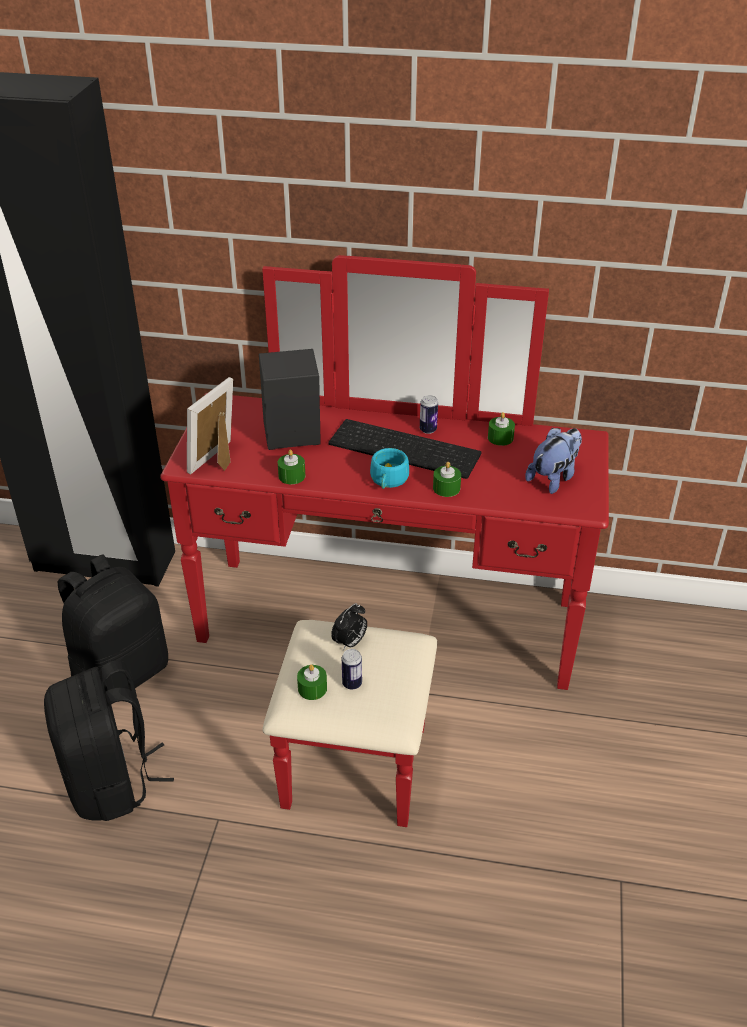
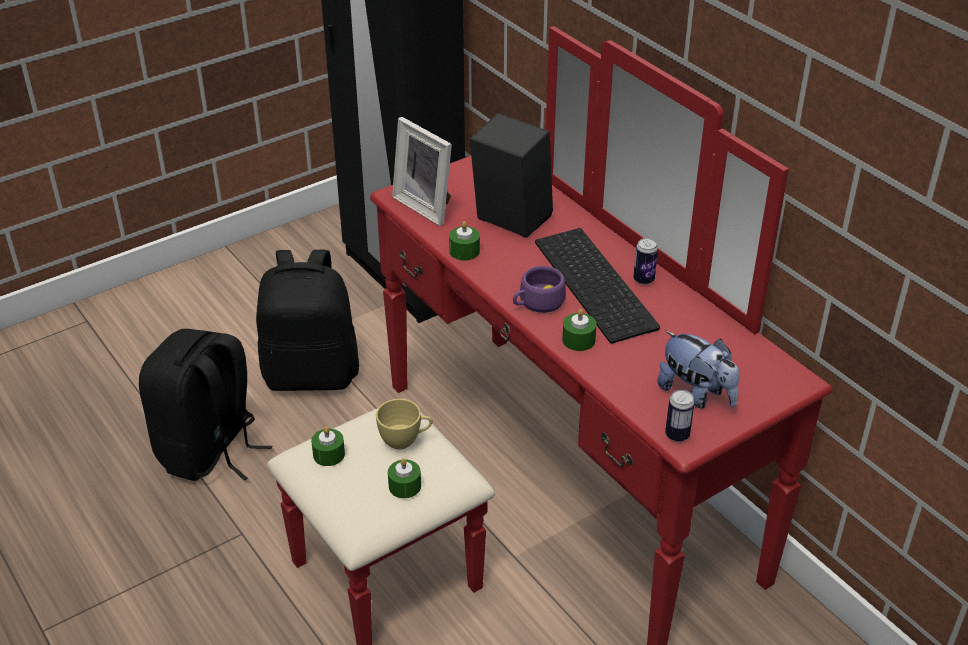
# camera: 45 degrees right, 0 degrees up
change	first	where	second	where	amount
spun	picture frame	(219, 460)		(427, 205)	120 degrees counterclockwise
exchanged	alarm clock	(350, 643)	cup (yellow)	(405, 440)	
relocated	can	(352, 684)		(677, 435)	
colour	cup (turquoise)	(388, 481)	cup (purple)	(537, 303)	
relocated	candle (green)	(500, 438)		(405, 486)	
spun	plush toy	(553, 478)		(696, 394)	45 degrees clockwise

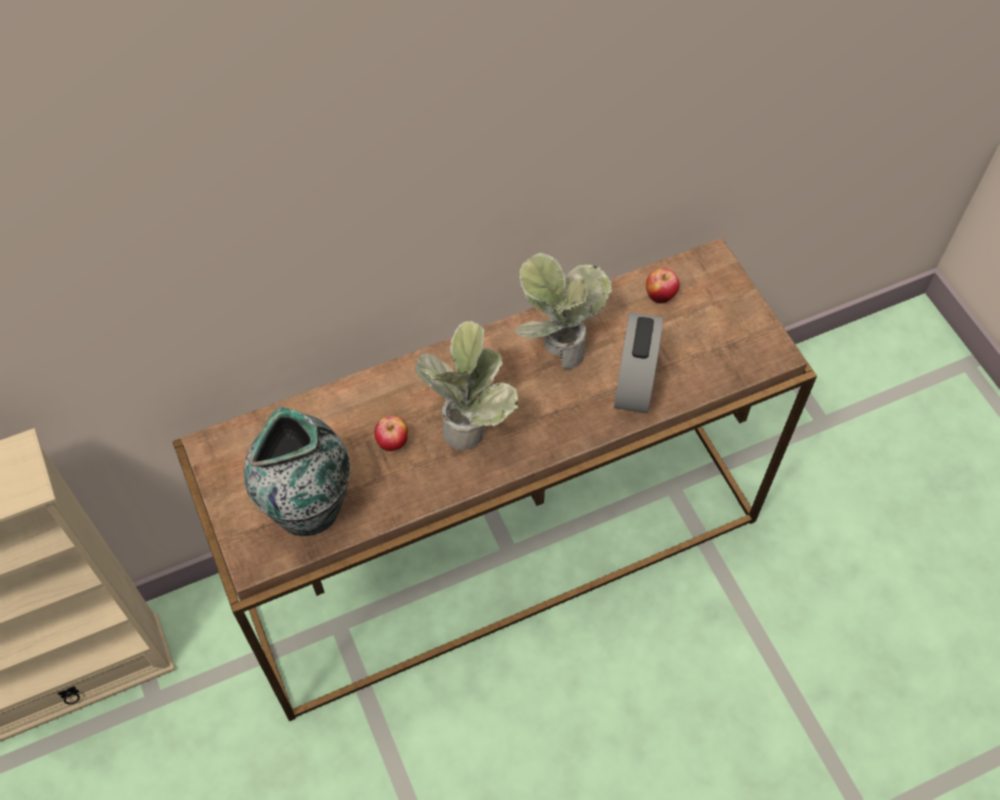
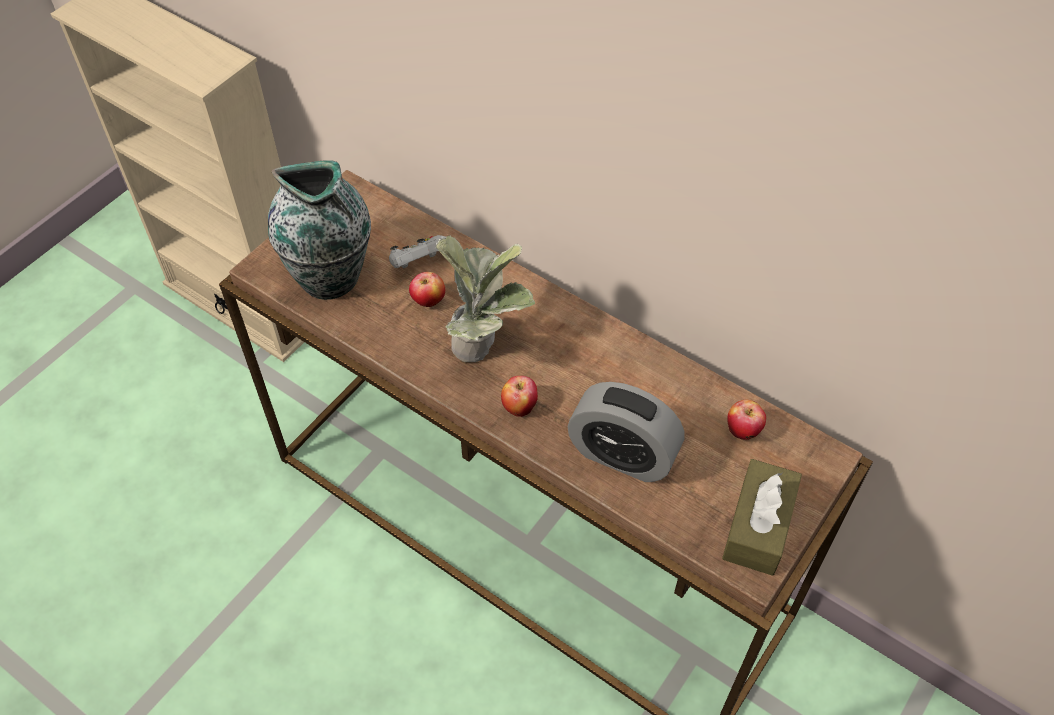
# camera: 60 degrees right, 5 degrees down
change	first	where	second	where	amount
missing	potted plant	(555, 347)			
spun	alarm clock	(634, 382)		(622, 455)	135 degrees counterclockwise
appeared			game controller (white)	(419, 263)	
appeared			apple	(519, 407)	
appeared			tissue box (brown)	(758, 526)	

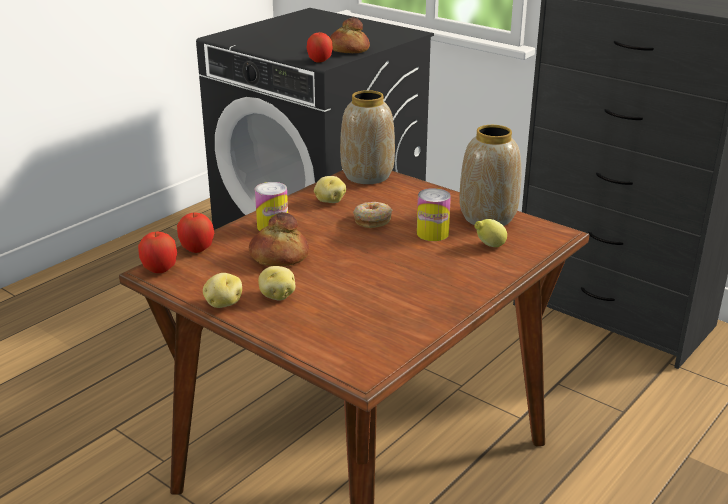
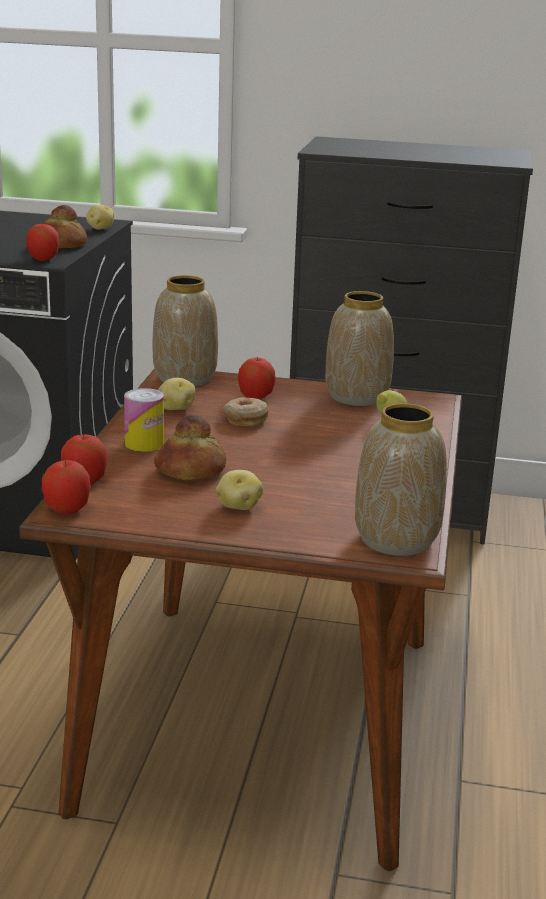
# camera: 30 degrees left, 5 degrees down
change	first	where	second	where	amount
relocated	potato	(223, 304)		(100, 229)	
missing	can	(432, 233)			
appeared			apple	(255, 397)	
appeared			vase	(397, 540)	

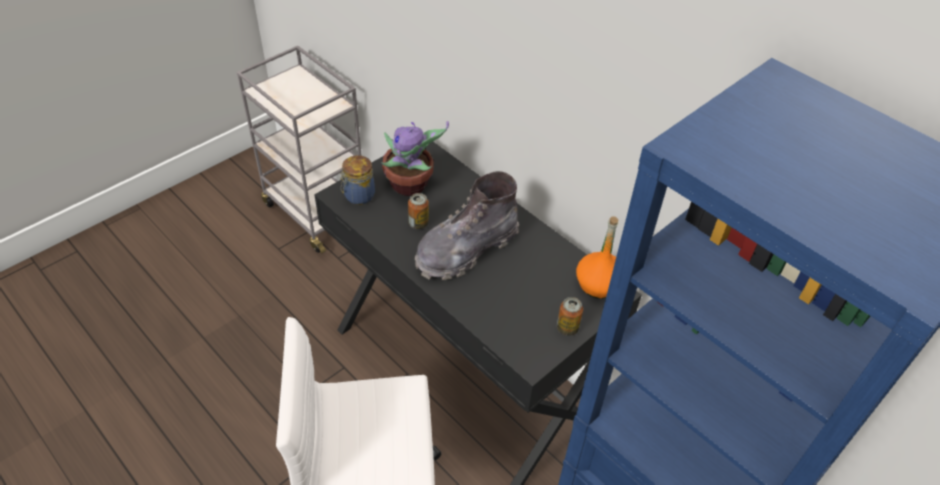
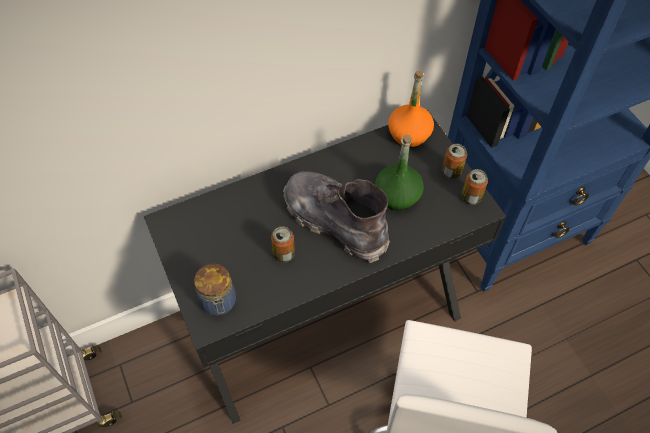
# camera: 70 degrees left, 10 degrees up
change	first	where	second	where	amount
missing	potted plant	(410, 186)			
spun	boot (grey)	(466, 250)		(335, 222)	150 degrees clockwise
appeared			bottle (green)	(397, 196)	
appeared			can	(471, 197)	

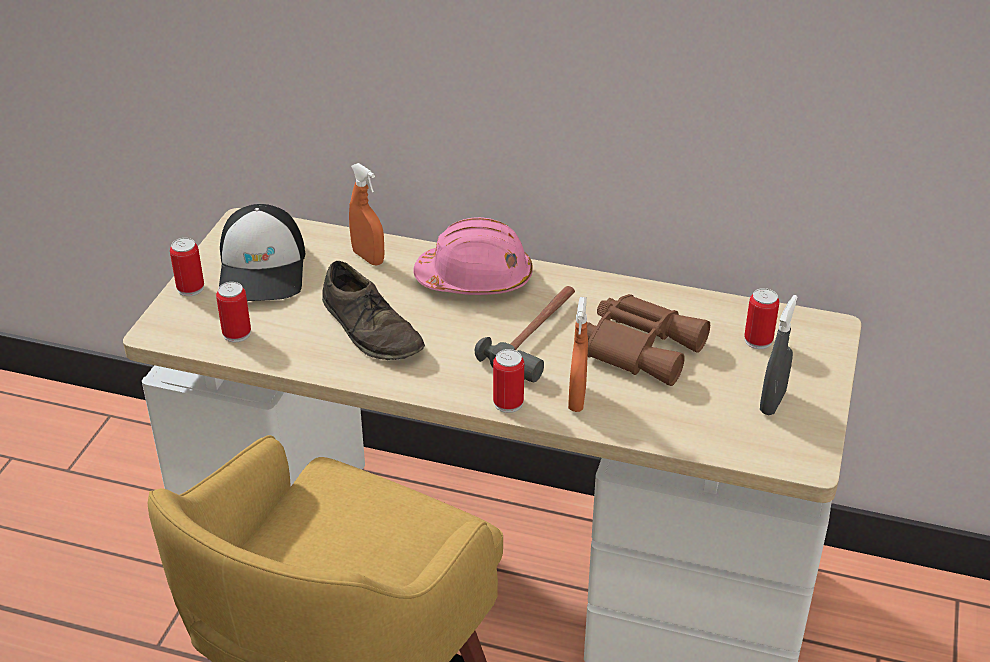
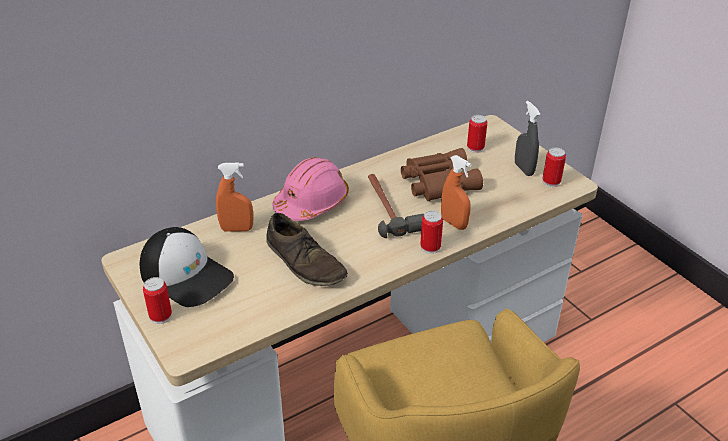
# camera: 50 degrees left, 0 degrees up
change	first	where	second	where	amount
relocated	can	(237, 333)		(551, 182)	
spun	shoe (brown)	(371, 329)		(305, 262)	45 degrees clockwise

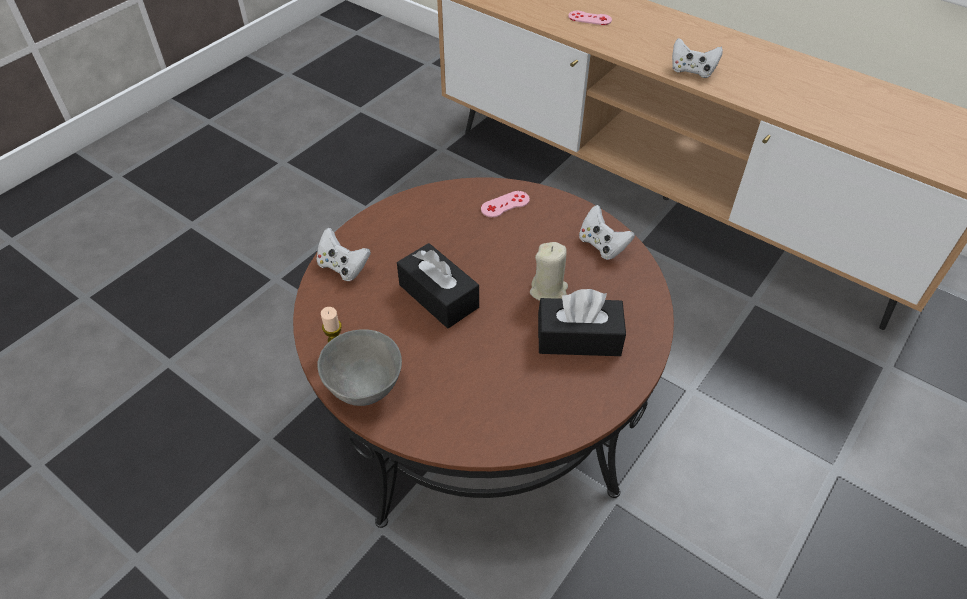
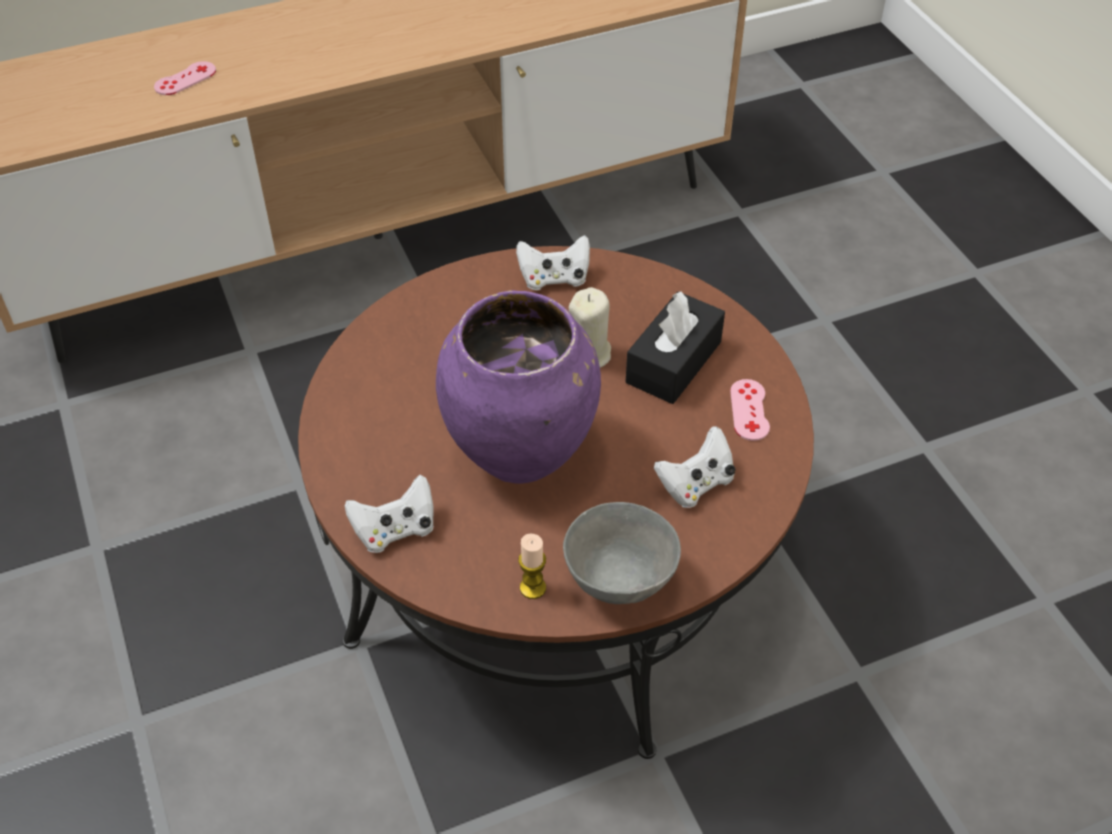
# camera: 60 degrees left, 0 degrees up
change	first	where	second	where	amount
exchanged	tissue box (black)	(438, 296)	vase (purple)	(521, 454)	
relocated	game controller (pink)	(505, 204)		(749, 410)	
relocated	game controller (white)	(692, 71)		(695, 484)	

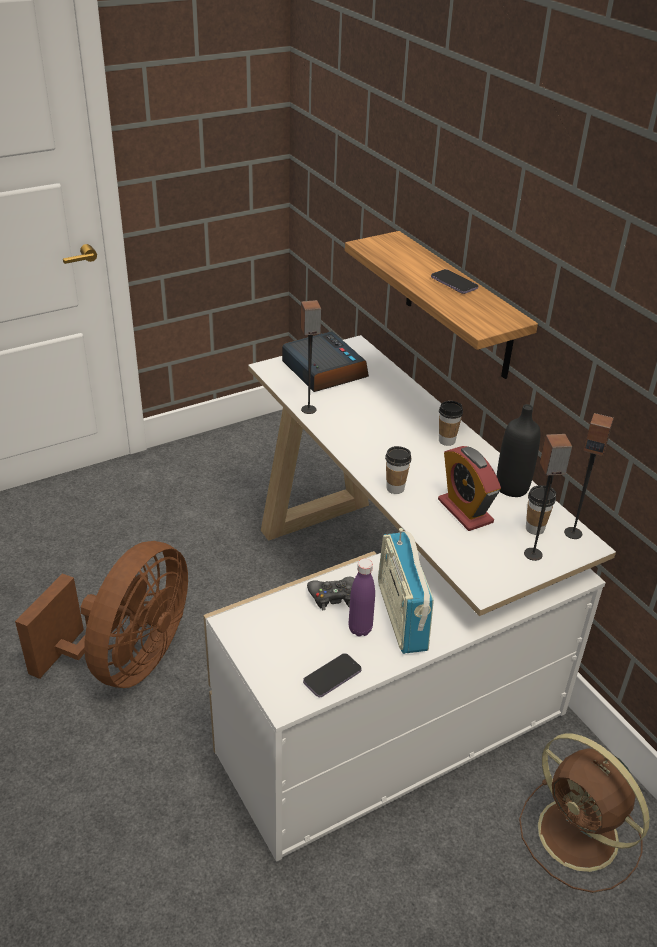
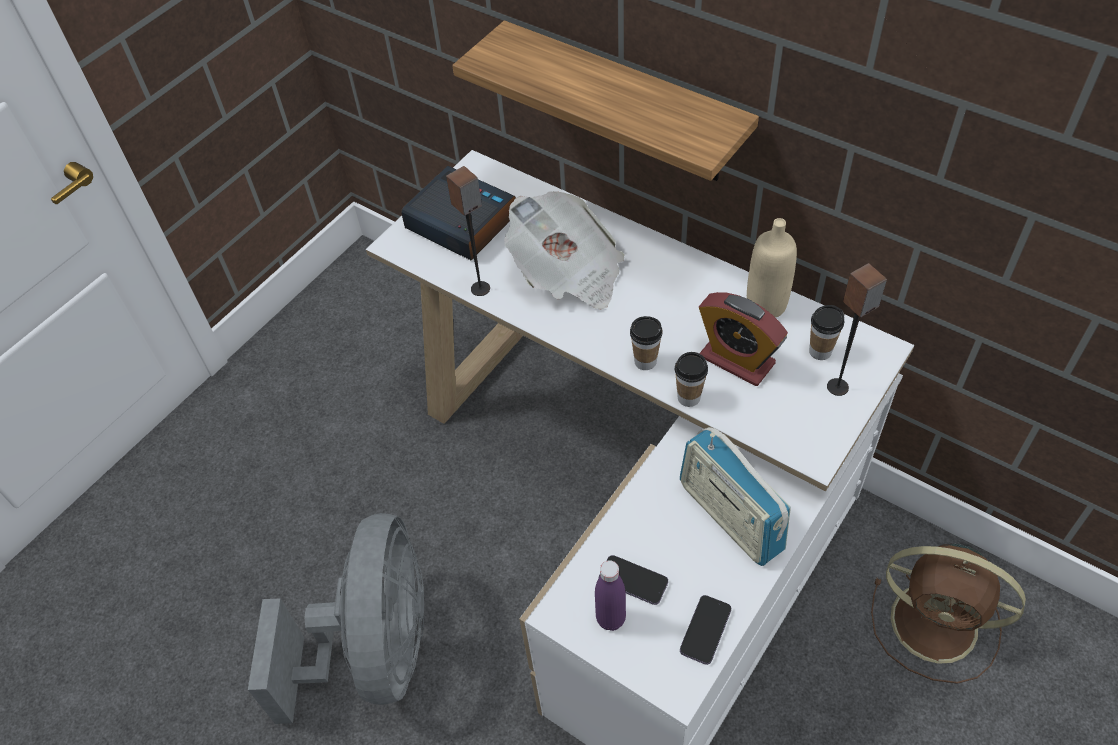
# camera: 20 degrees left, 15 degrees up
change	first	where	second	where	amount
colour	fan (brown)	(126, 661)	fan (grey)	(376, 651)	
missing	game controller (black)	(333, 597)			
relocated	bottle (purple)	(360, 629)		(610, 618)	
relocated	phone	(454, 283)		(633, 581)	
relocated	cup	(447, 441)		(688, 397)	
colour	bottle (black)	(512, 487)	bottle (beige)	(766, 305)	
missing	speaker	(573, 533)			
appeared			newspaper	(568, 273)	

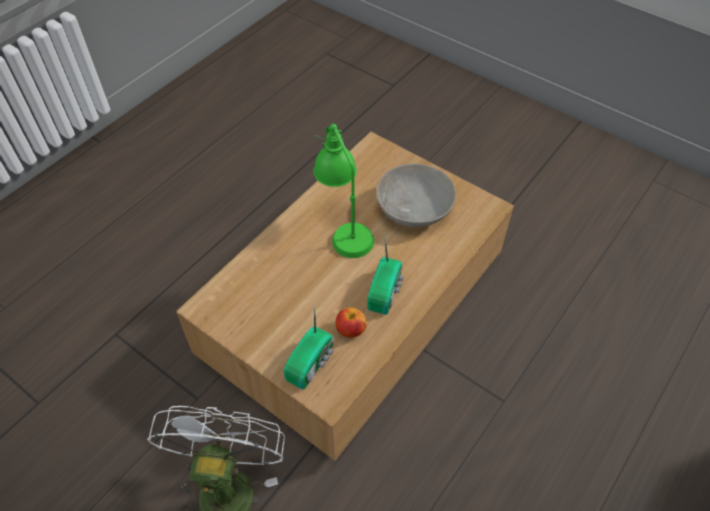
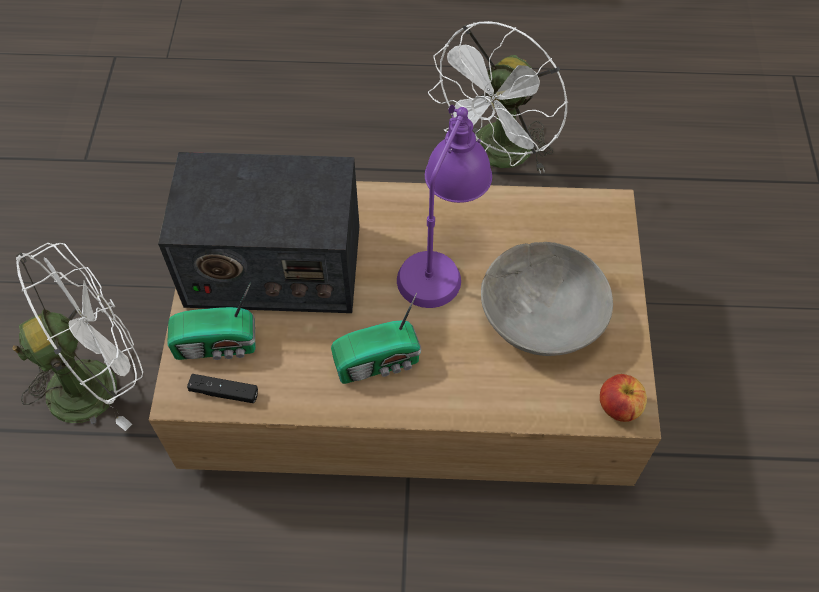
# camera: 55 degrees right, 5 degrees up
change	first	where	second	where	amount
colour	table lamp (green)	(343, 228)	table lamp (purple)	(440, 258)	
relocated	apple	(350, 330)		(618, 407)	
appeared			radio	(272, 265)	
appeared			game controller (black)	(224, 392)	
appeared			fan (white)	(497, 157)	

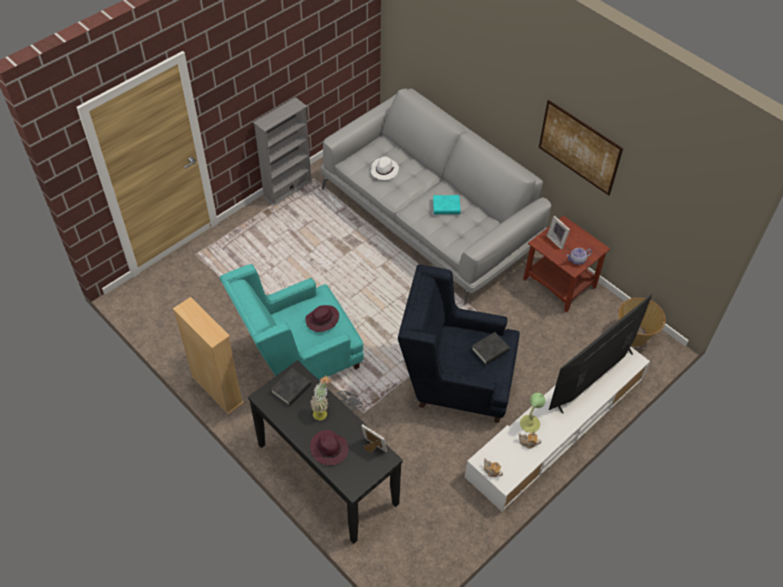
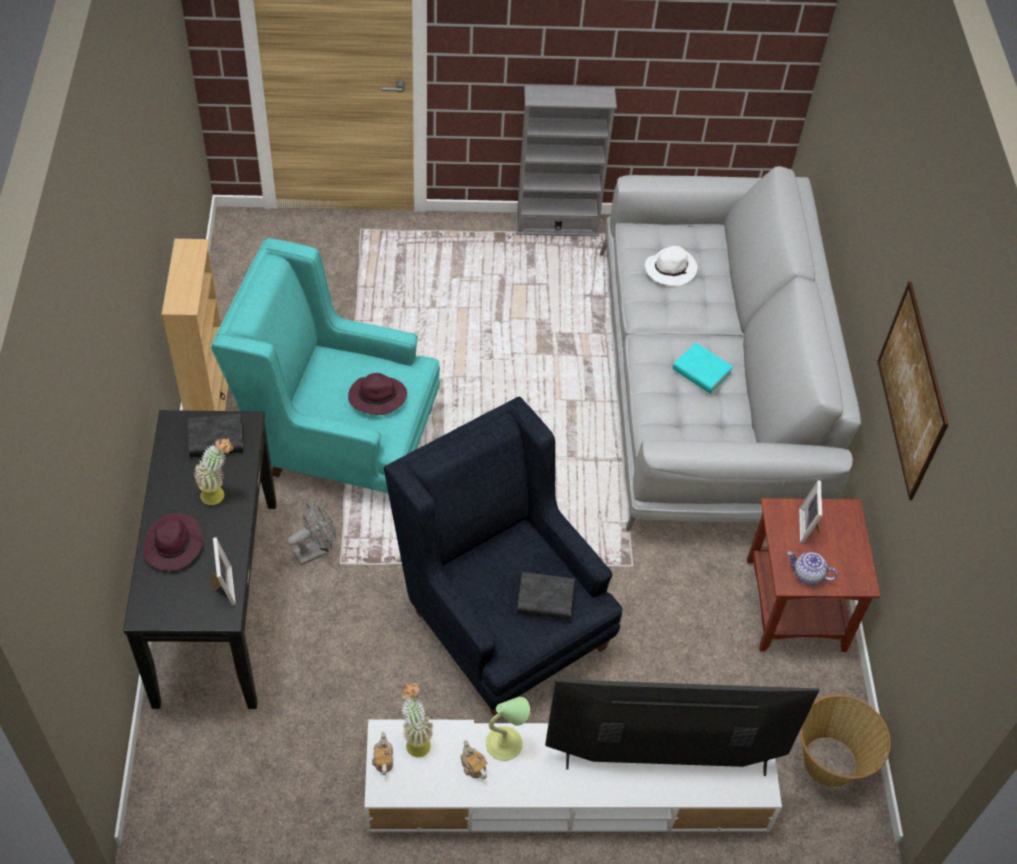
# camera: 40 degrees right, 0 degrees up
change	first	where	second	where	amount
appeared			potted plant	(415, 740)	

